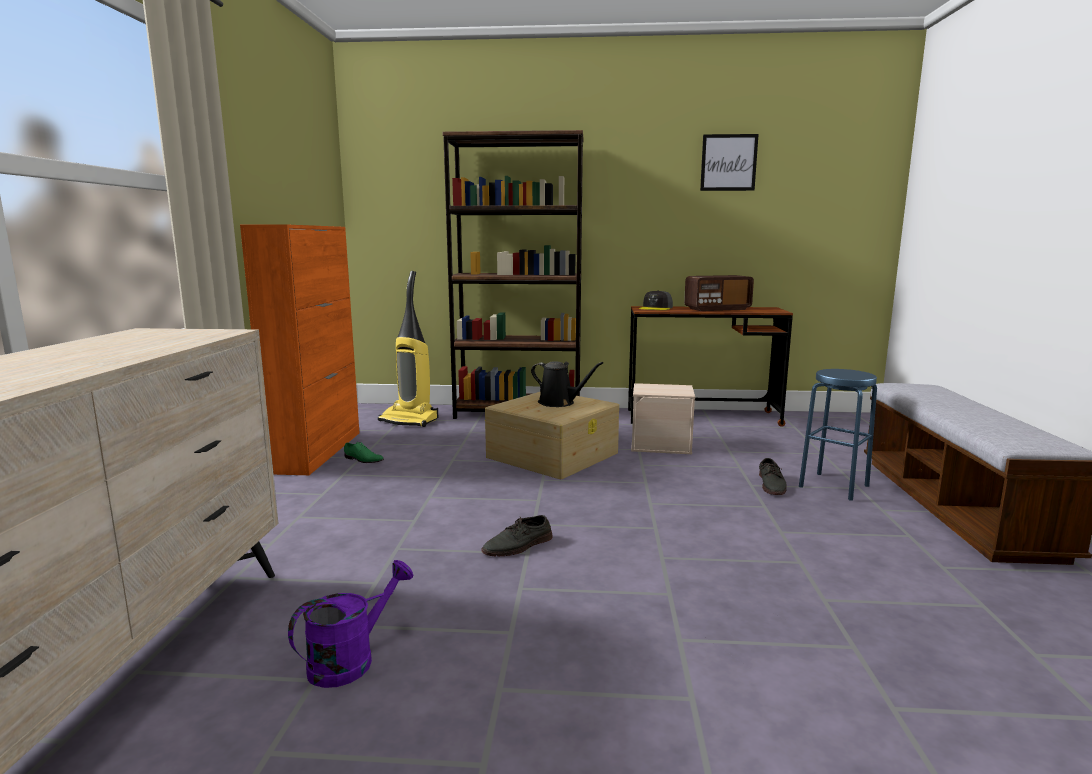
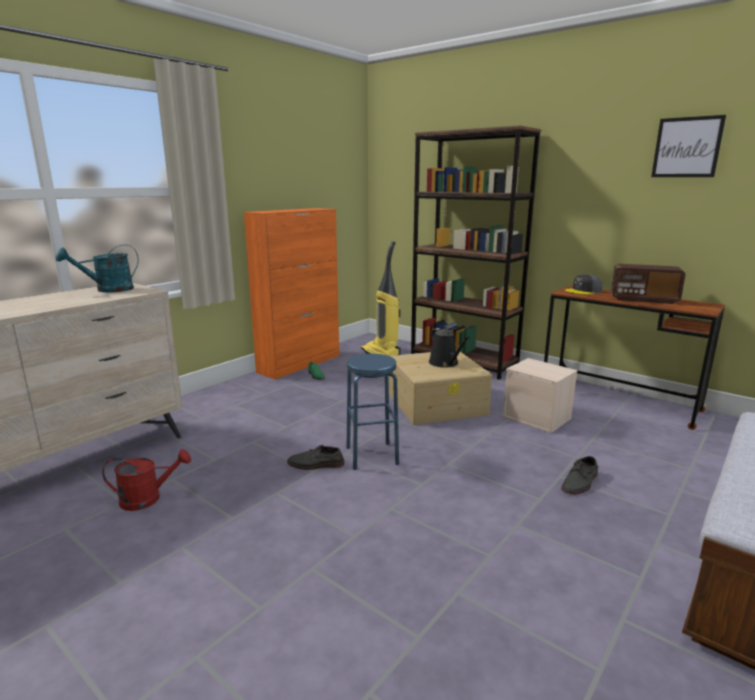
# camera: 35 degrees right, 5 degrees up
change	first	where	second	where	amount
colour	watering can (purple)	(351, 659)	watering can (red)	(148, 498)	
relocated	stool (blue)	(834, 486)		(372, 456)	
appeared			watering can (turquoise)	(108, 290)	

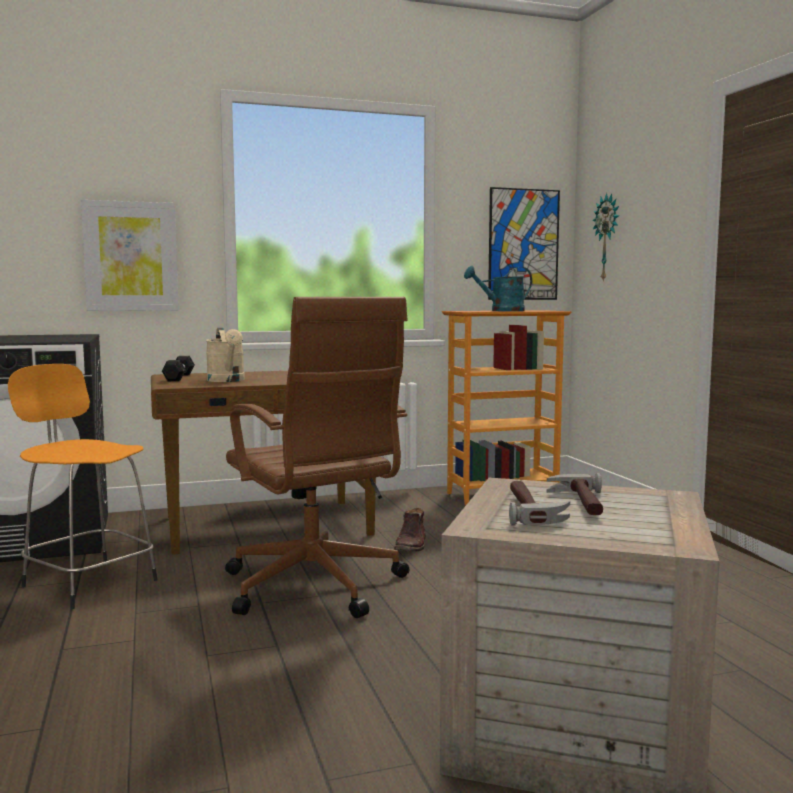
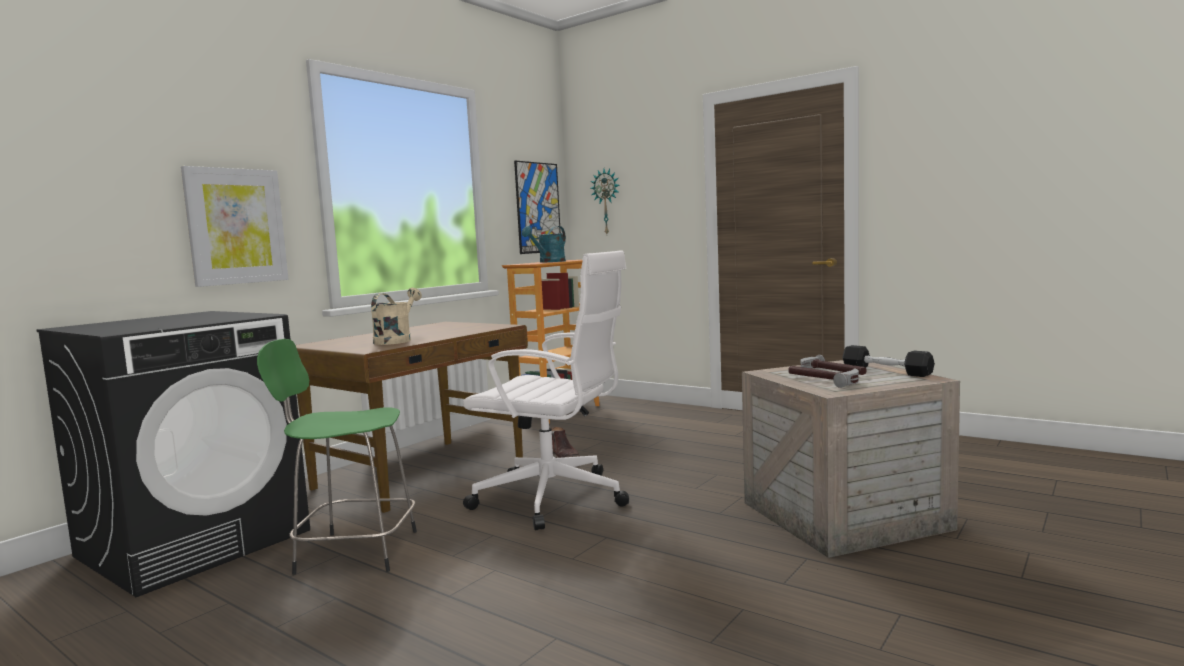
# camera: 35 degrees left, 0 degrees up
change	first	where	second	where	amount
colour	stool (orange)	(87, 582)	stool (green)	(353, 552)	
relocated	dumbbell (black)	(179, 377)		(886, 371)	
spun	watering can (beige)	(227, 380)		(396, 340)	105 degrees counterclockwise
colour	office chair (brown)	(315, 587)	office chair (white)	(555, 499)	

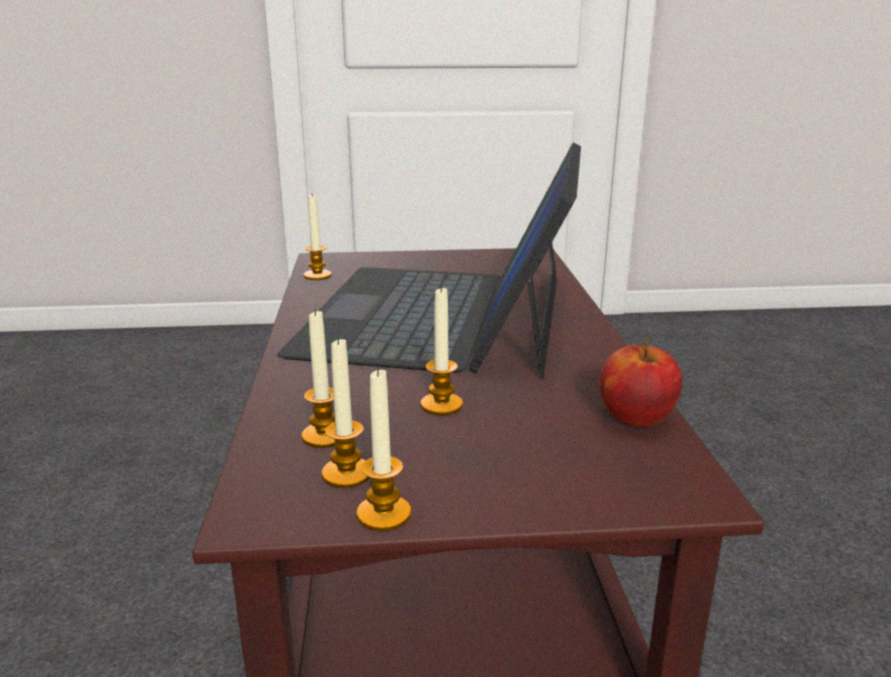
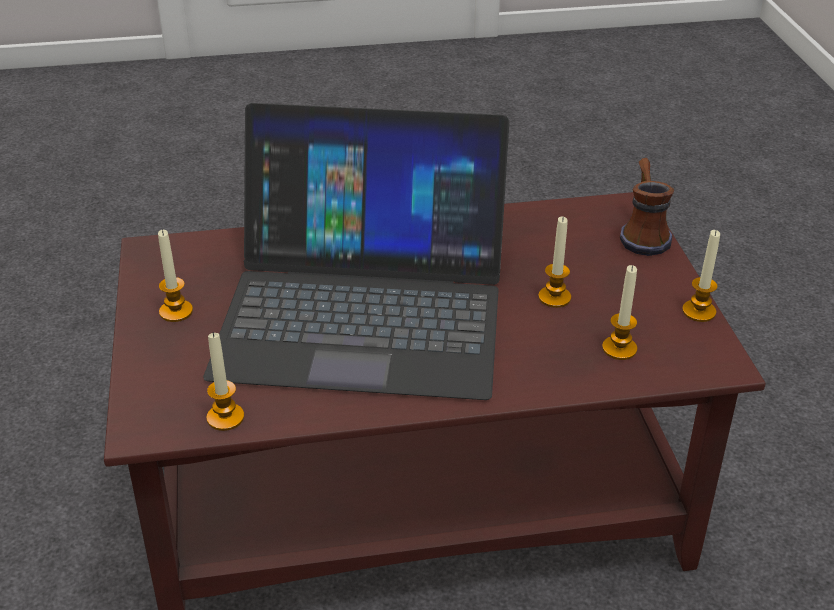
# camera: 95 degrees left, 15 degrees up
change	first	where	second	where	amount
relocated	candle	(347, 474)		(176, 311)	
missing	apple	(635, 418)			
appeared			mug	(642, 233)	

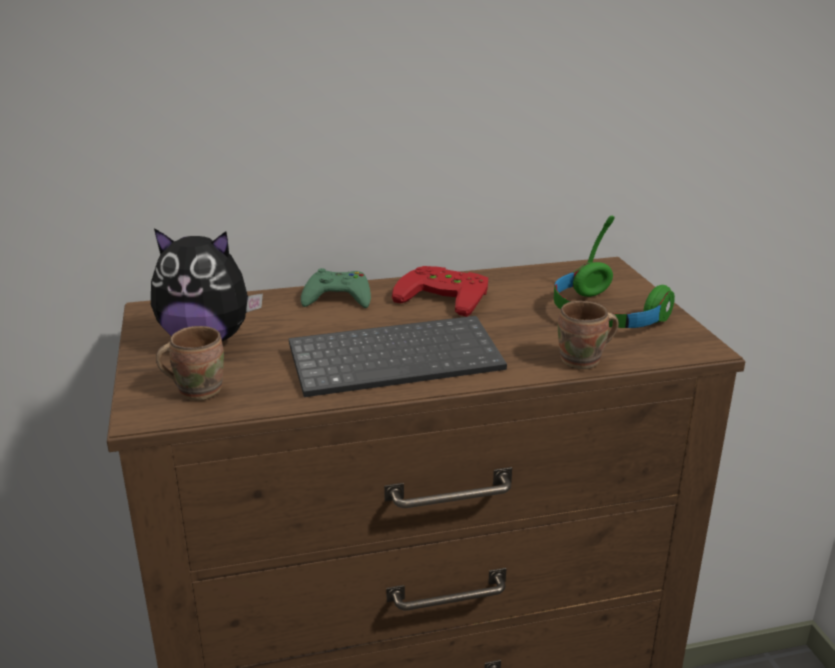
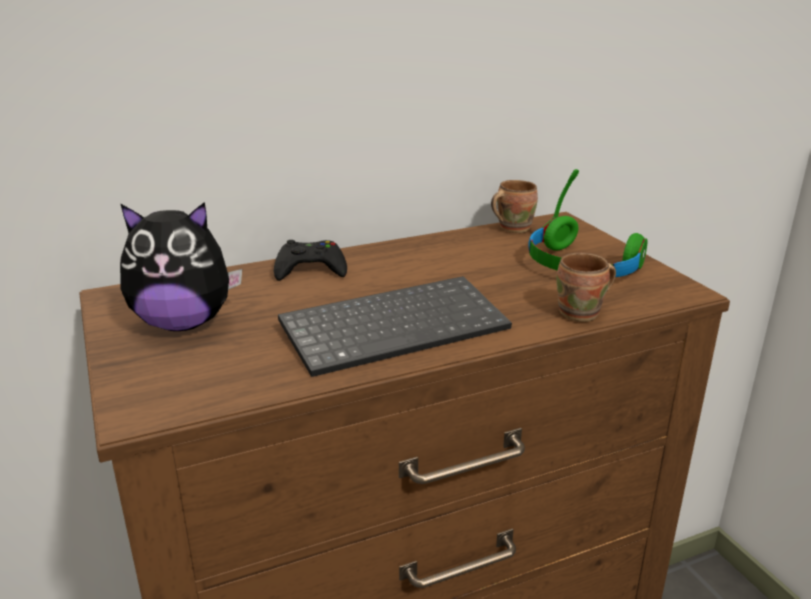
# camera: 10 degrees left, 0 degrees up
change	first	where	second	where	amount
relocated	mug (brown)	(197, 390)		(512, 228)	
colour	game controller (green)	(338, 298)	game controller (black)	(310, 269)	
missing	game controller (red)	(446, 295)			

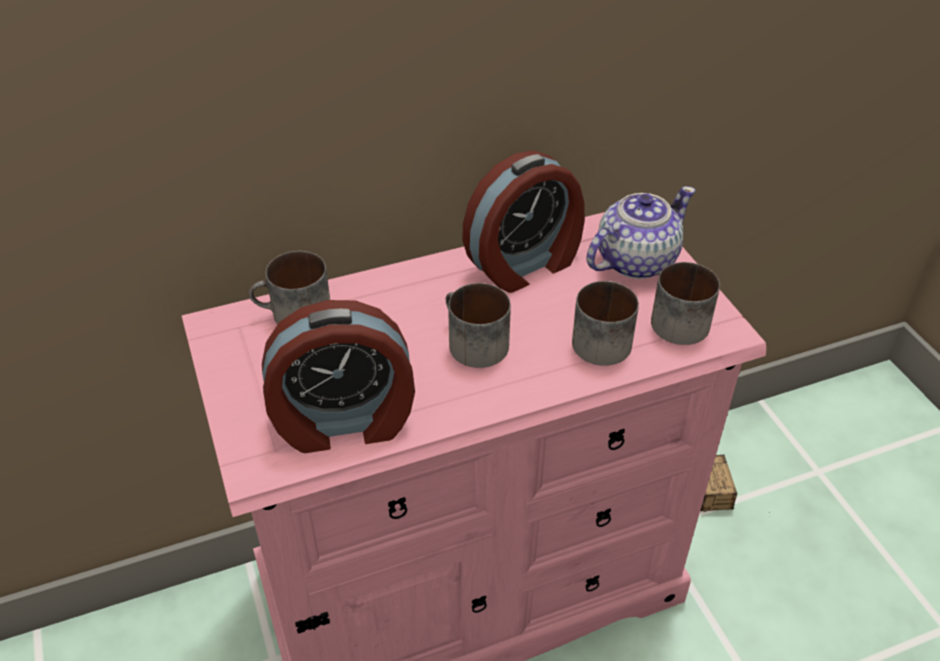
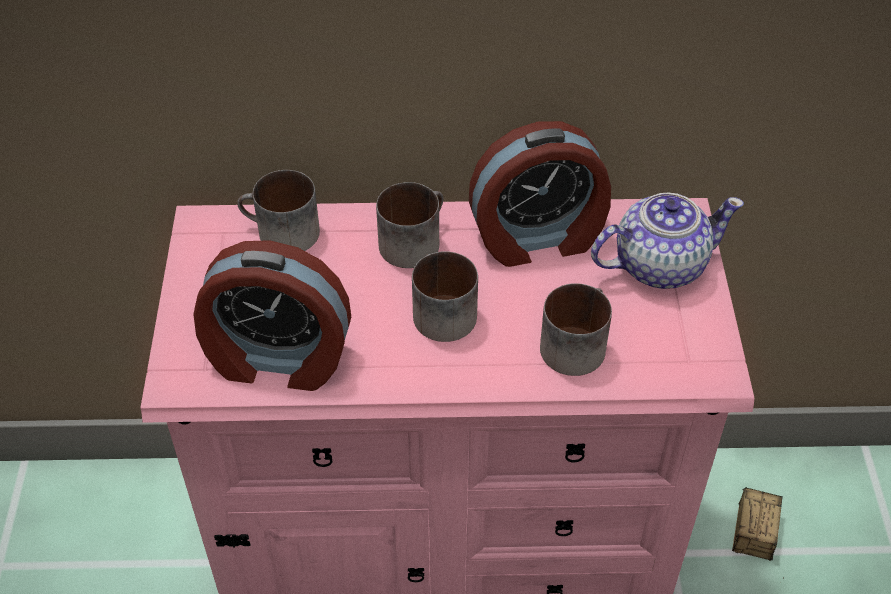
# camera: 20 degrees right, 5 degrees up
change	first	where	second	where	amount
relocated	mug	(679, 318)		(412, 240)	

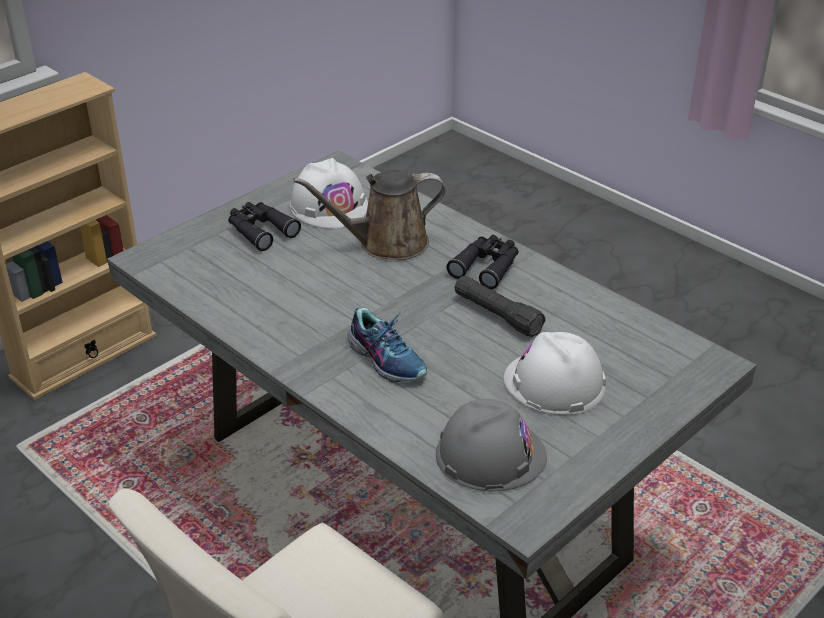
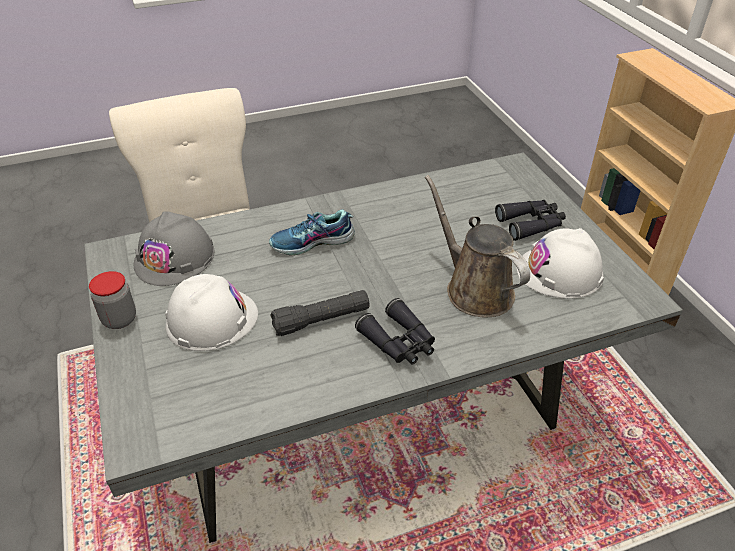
# camera: 115 degrees right, 5 degrees up
change	first	where	second	where	amount
spun	watering can (brown)	(386, 243)		(474, 289)	45 degrees counterclockwise
appeared			jar	(119, 319)	

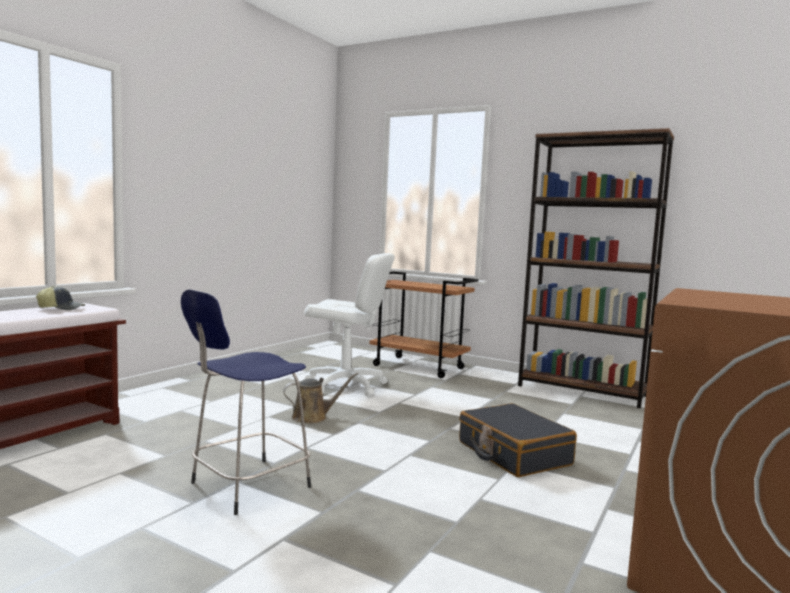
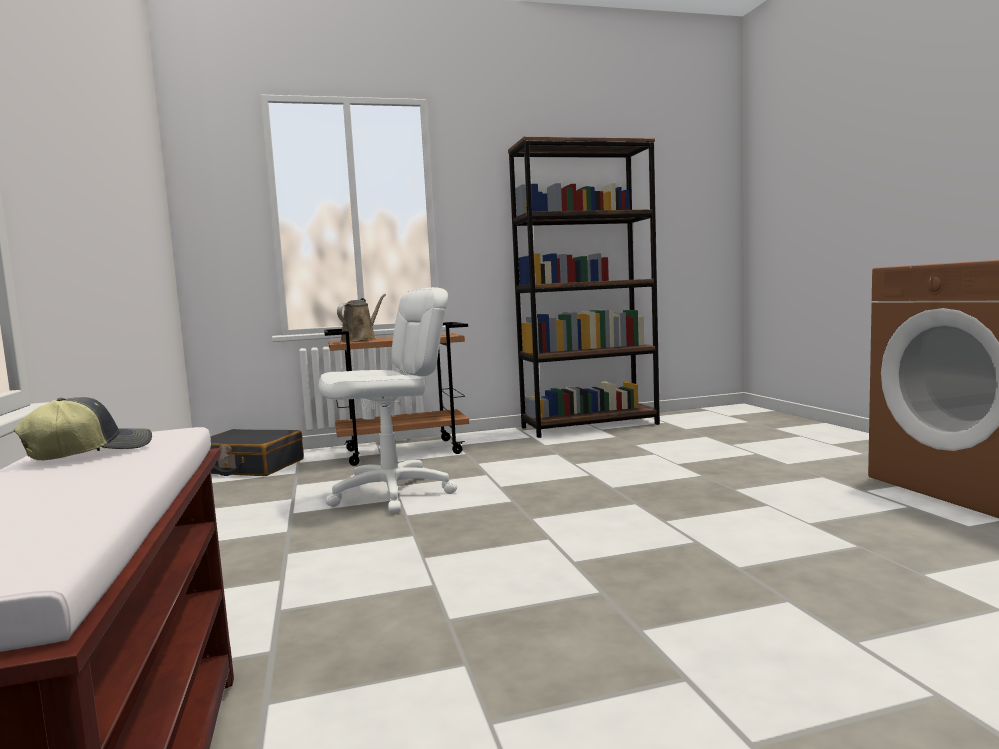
# camera: 45 degrees left, 0 degrees up
change	first	where	second	where	amount
missing	stool (blue)	(247, 486)			
relocated	watering can (brown)	(313, 417)		(360, 340)	
relocated	suitcase (black)	(513, 453)		(249, 466)	

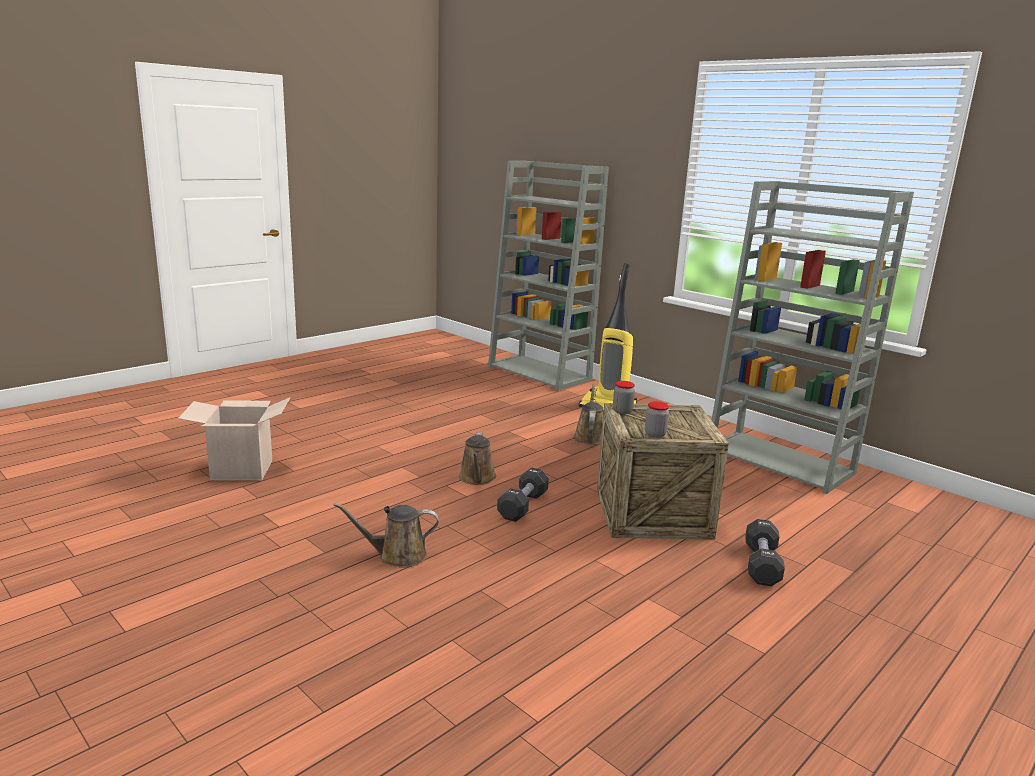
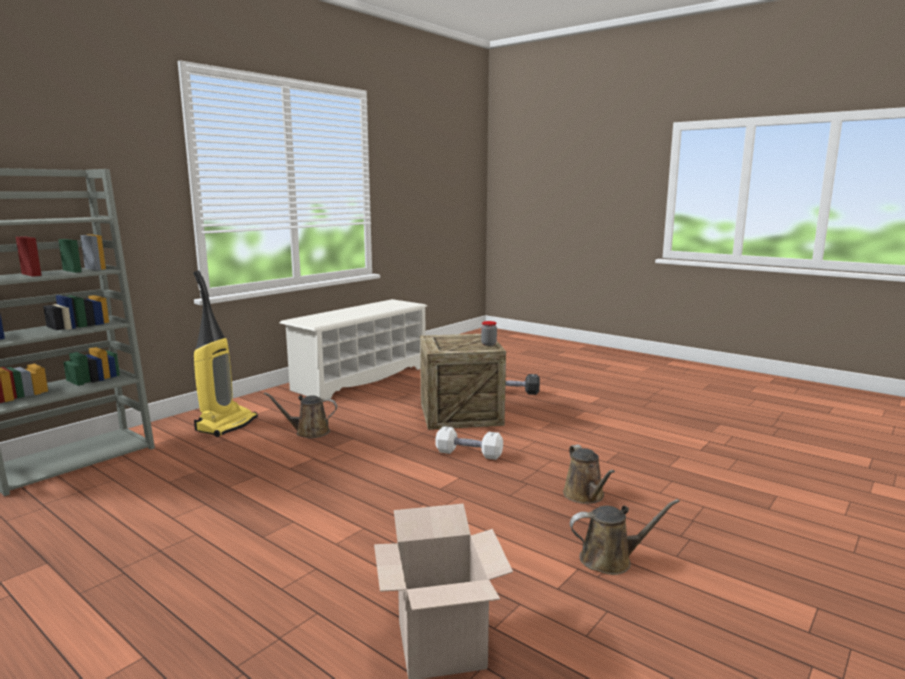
# camera: 95 degrees left, 5 degrees down
change	first	where	second	where	amount
relocated	watering can (brown)	(477, 478)		(611, 559)	
colour	dumbbell (black)	(523, 506)	dumbbell (white)	(469, 454)	
missing	jar	(622, 411)			
exchanged	bookcase (grey)	(781, 462)	shoe rack (white)	(361, 378)	

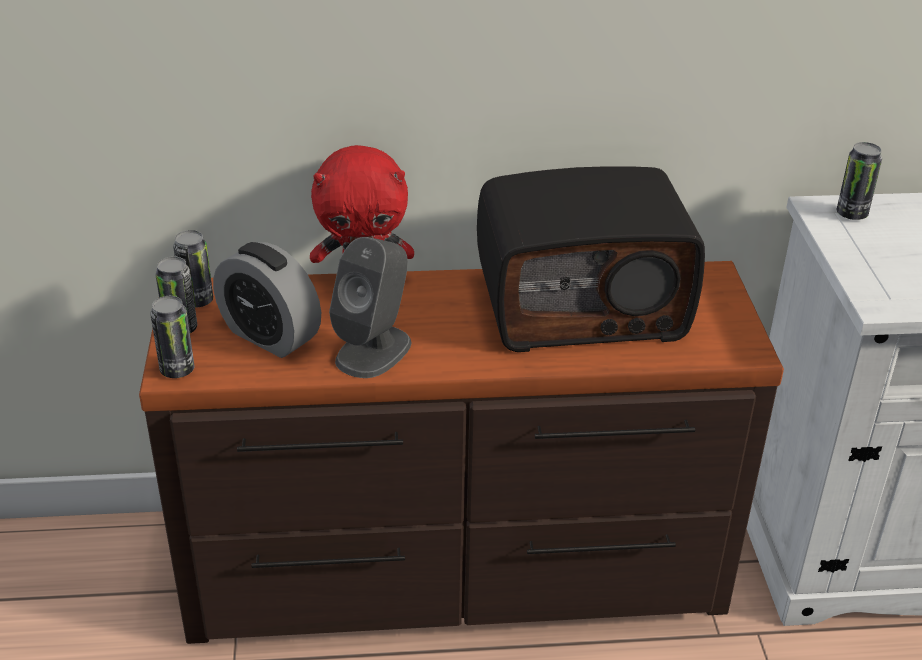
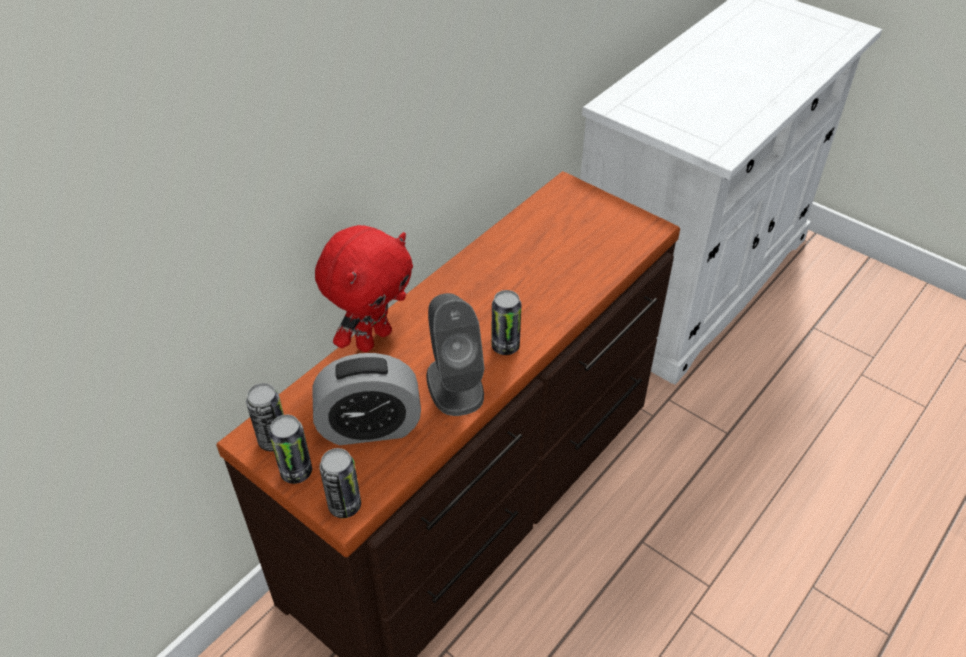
# camera: 45 degrees left, 10 degrees up
change	first	where	second	where	amount
missing	radio	(582, 305)			
relocated	can	(851, 214)		(505, 346)	

